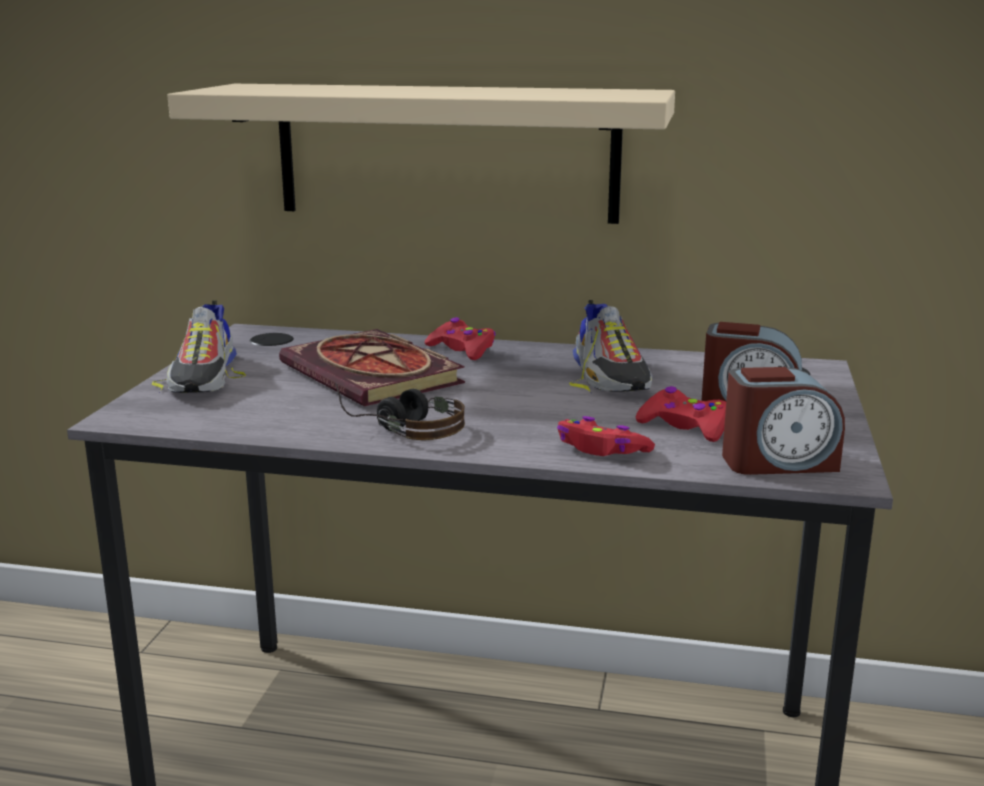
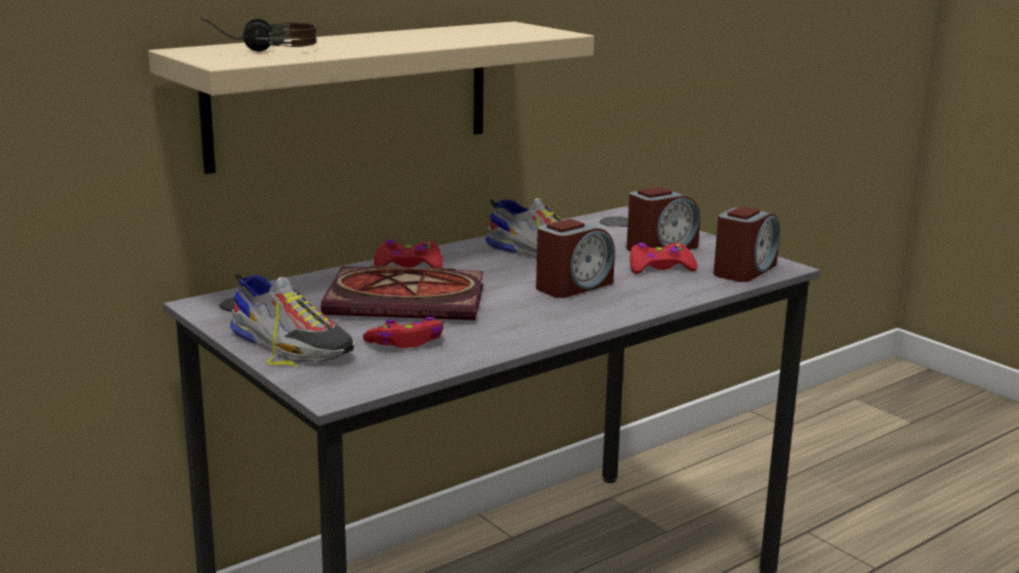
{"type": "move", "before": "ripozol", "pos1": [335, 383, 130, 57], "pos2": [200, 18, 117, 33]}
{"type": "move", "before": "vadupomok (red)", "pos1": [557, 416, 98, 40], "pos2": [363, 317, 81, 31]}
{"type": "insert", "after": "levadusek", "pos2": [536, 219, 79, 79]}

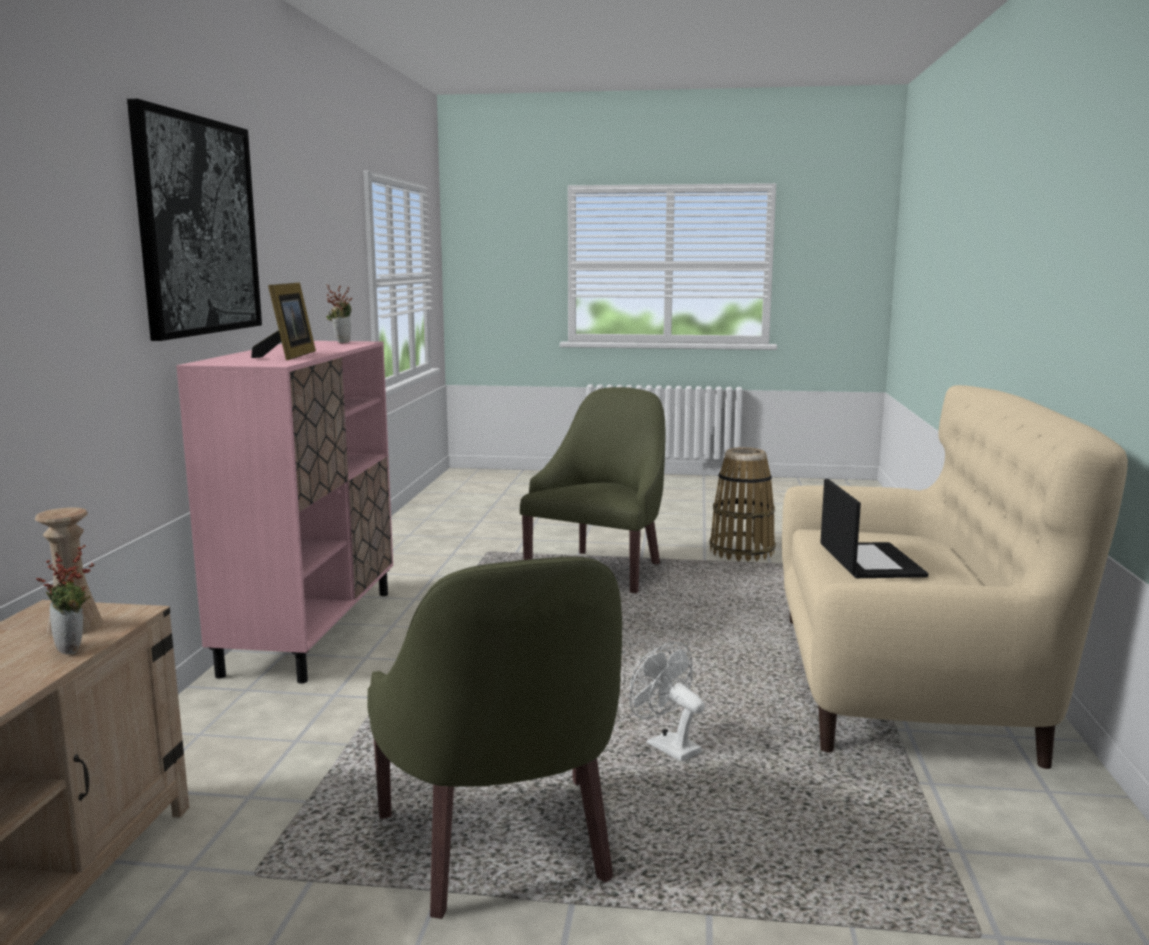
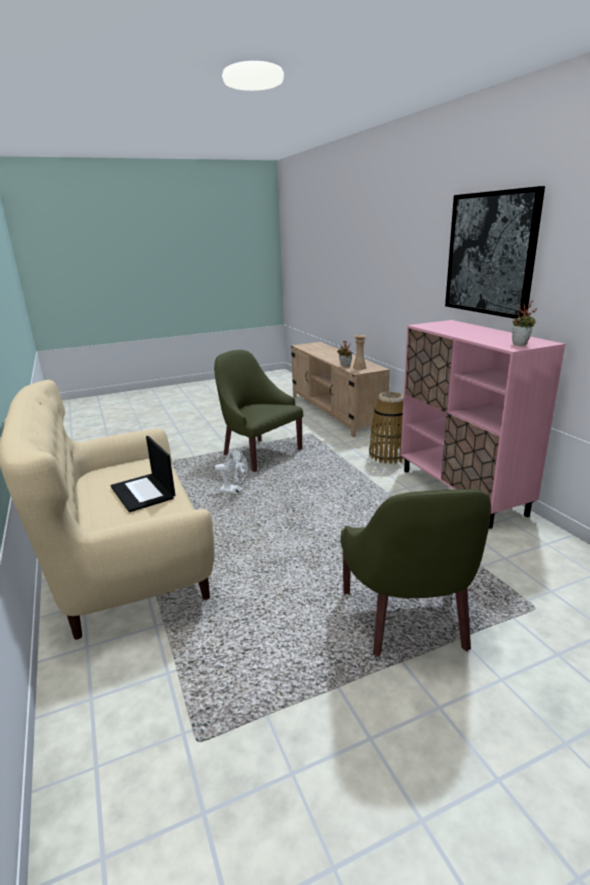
{"type": "move", "before": "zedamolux", "pos1": [710, 447, 65, 115], "pos2": [369, 392, 36, 72]}
{"type": "delete", "before": "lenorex", "pos1": [251, 283, 65, 78]}

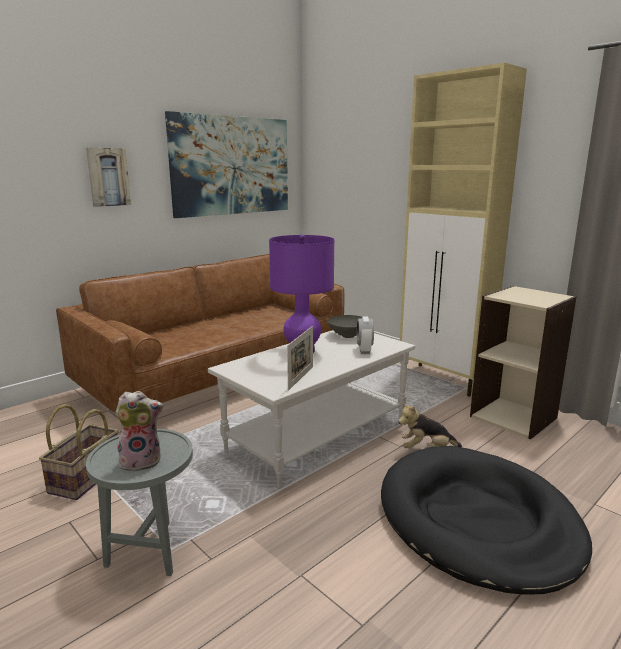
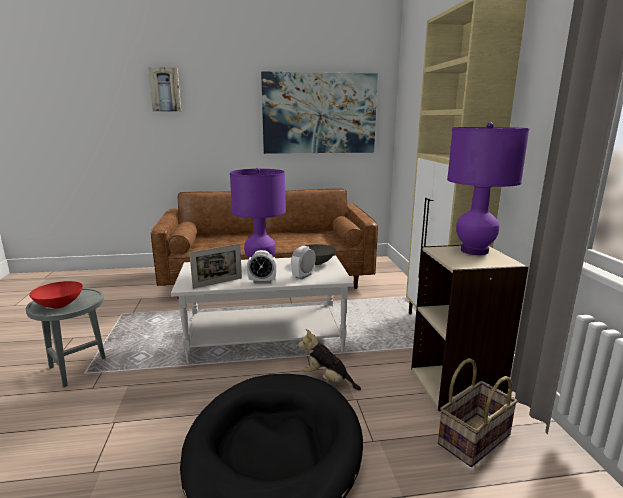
{"type": "replace", "before": "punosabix", "after": "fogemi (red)", "pos1": [115, 391, 48, 81], "pos2": [29, 281, 54, 28]}
{"type": "move", "before": "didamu", "pos1": [86, 148, 45, 59], "pos2": [148, 67, 33, 45]}
{"type": "insert", "after": "levadusek", "pos2": [247, 250, 30, 33]}
{"type": "move", "before": "zedamolux", "pos1": [39, 404, 80, 96], "pos2": [438, 358, 80, 109]}
{"type": "insert", "after": "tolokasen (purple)", "pos2": [447, 122, 83, 133]}

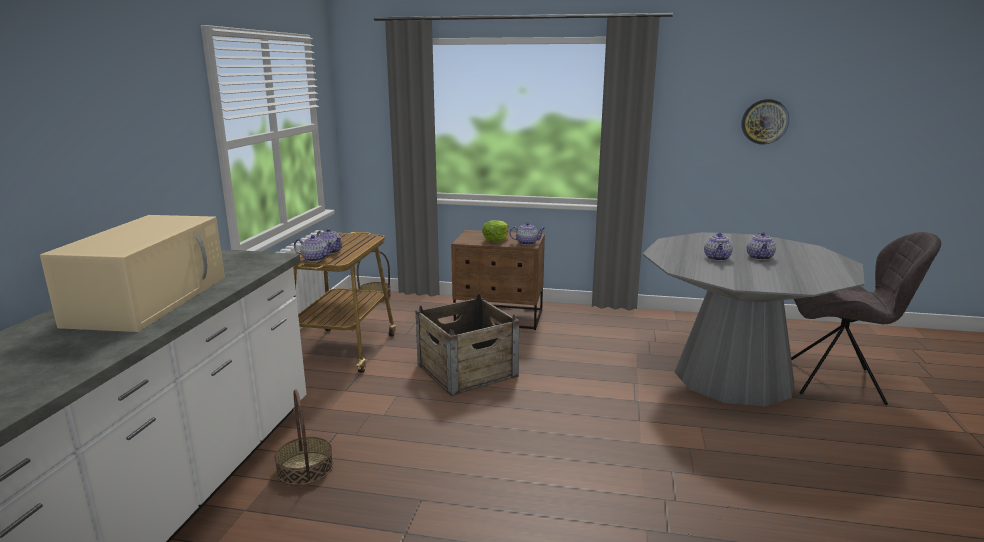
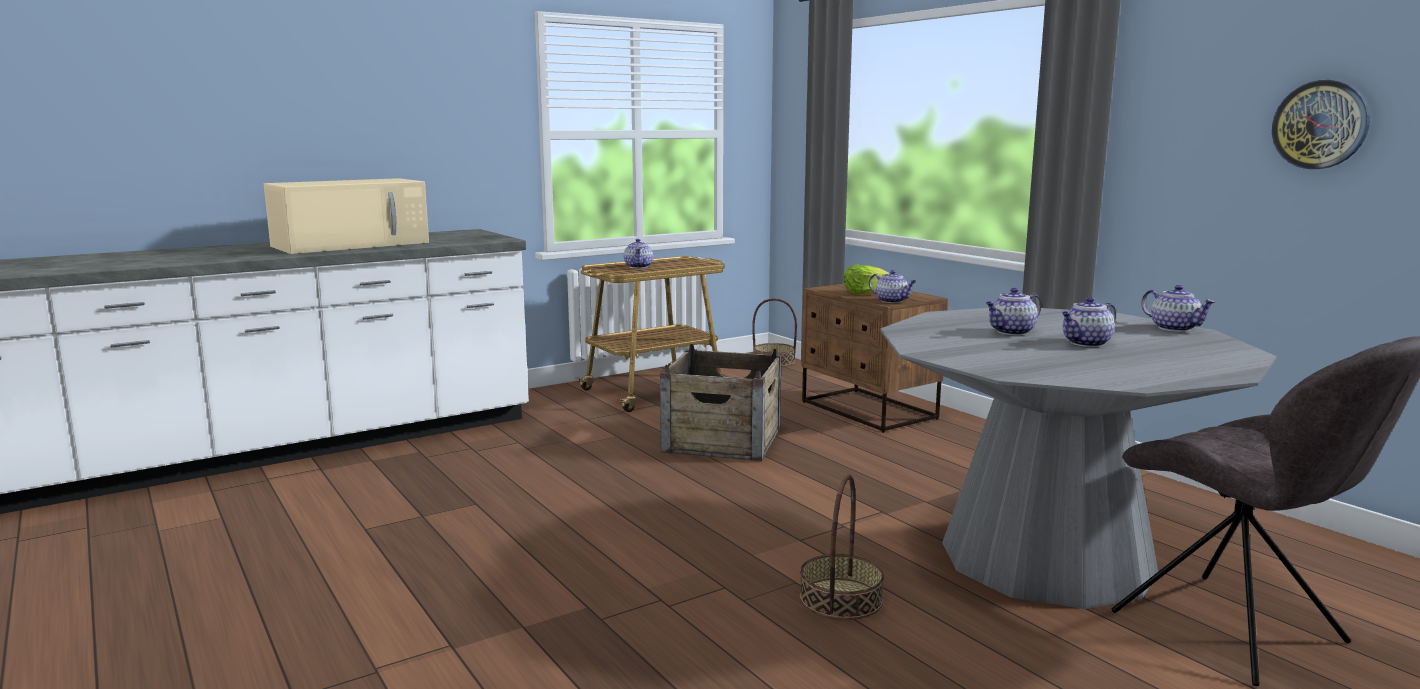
{"type": "move", "before": "zedamolux", "pos1": [274, 389, 59, 97], "pos2": [800, 475, 84, 145]}
{"type": "move", "before": "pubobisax", "pos1": [294, 235, 40, 27], "pos2": [1141, 285, 75, 47]}

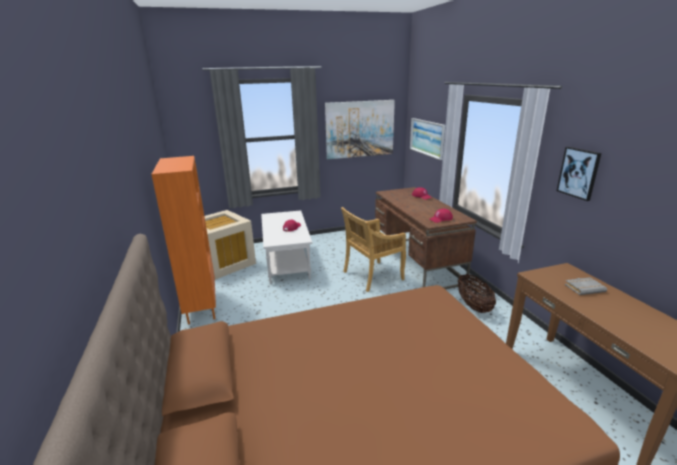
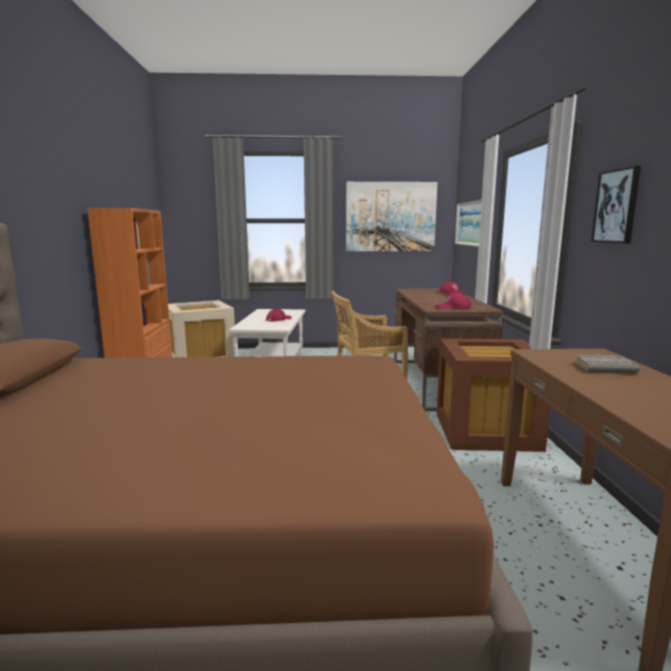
{"type": "replace", "before": "zedamolux", "after": "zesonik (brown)", "pos1": [458, 274, 38, 39], "pos2": [436, 338, 115, 114]}

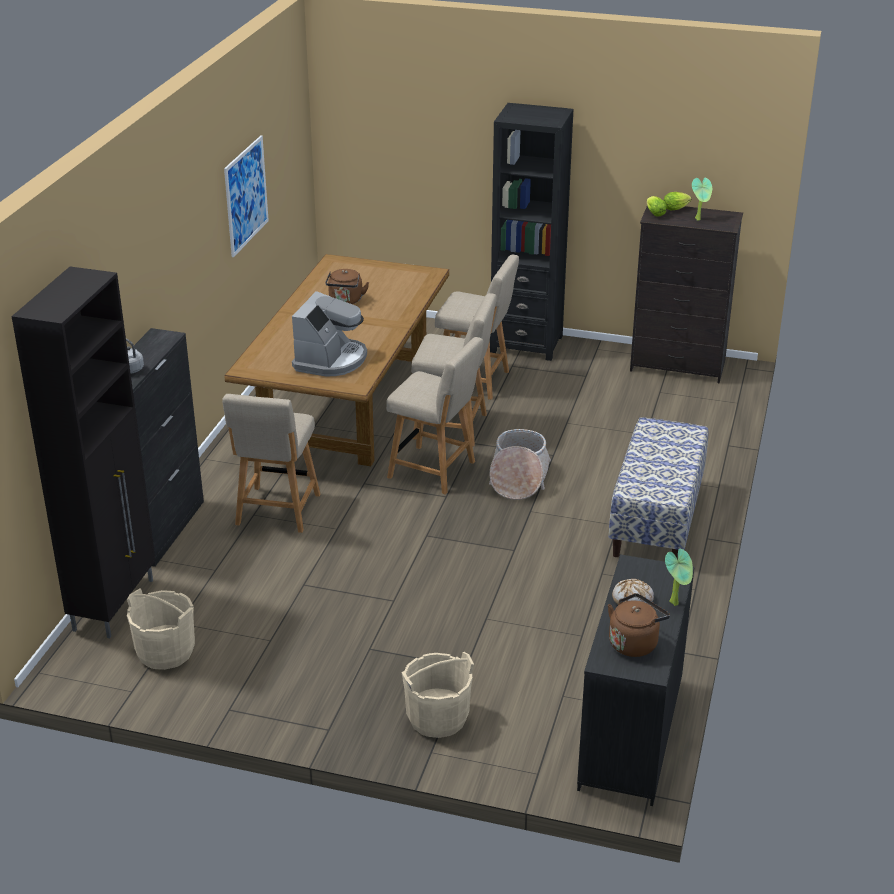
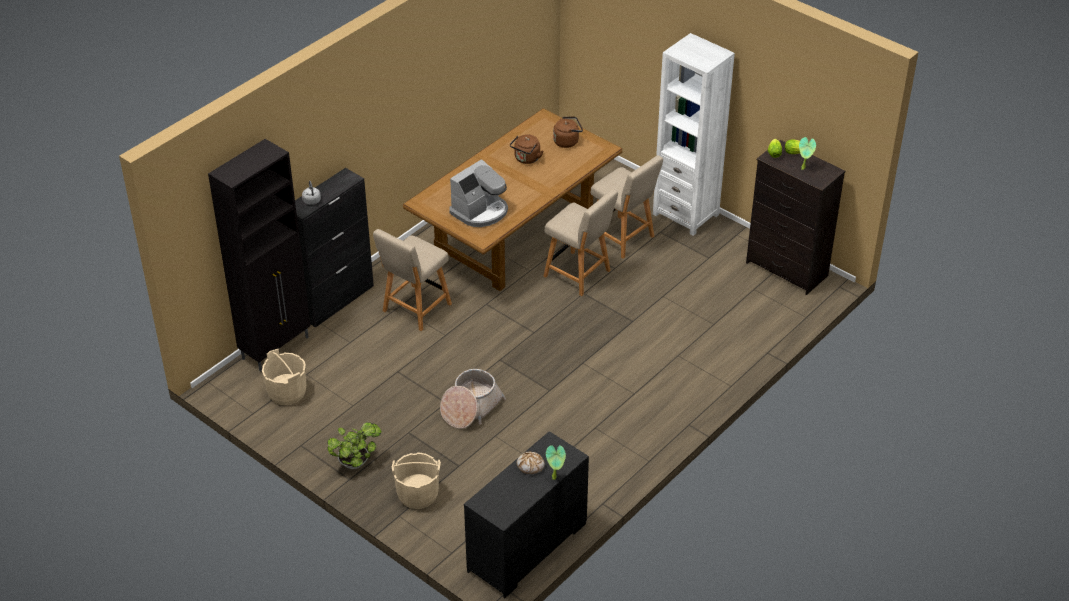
{"type": "insert", "after": "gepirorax", "pos2": [327, 422, 55, 47]}
{"type": "move", "before": "zedamolux", "pos1": [489, 429, 62, 71], "pos2": [440, 369, 66, 60]}
{"type": "move", "before": "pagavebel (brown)", "pos1": [608, 593, 62, 64], "pos2": [553, 117, 30, 31]}
{"type": "recolor", "before": "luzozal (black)", "after": "luzozal (white)", "pos1": [490, 103, 83, 258], "pos2": [653, 33, 82, 203]}
{"type": "delete", "before": "didamu", "pos1": [224, 135, 45, 122]}
{"type": "delete", "before": "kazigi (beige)", "pos1": [386, 337, 98, 158]}
{"type": "delete", "before": "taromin", "pos1": [608, 417, 100, 142]}

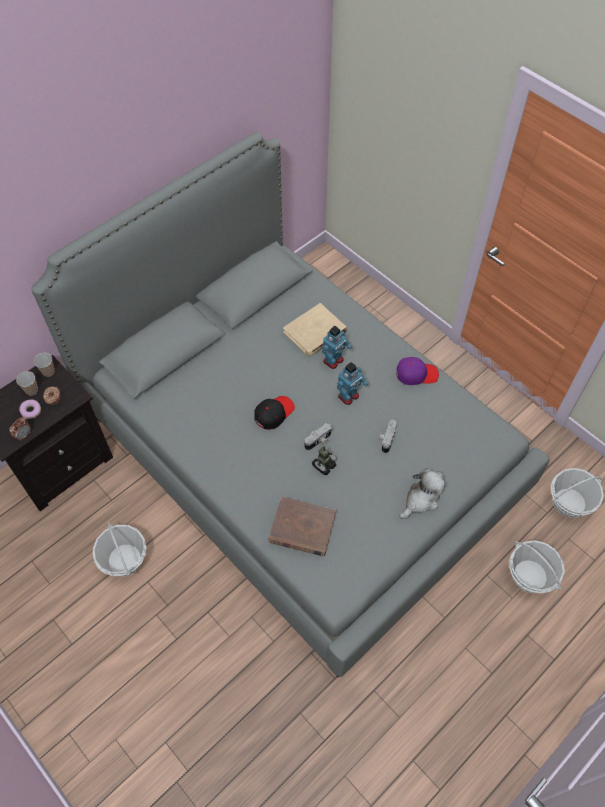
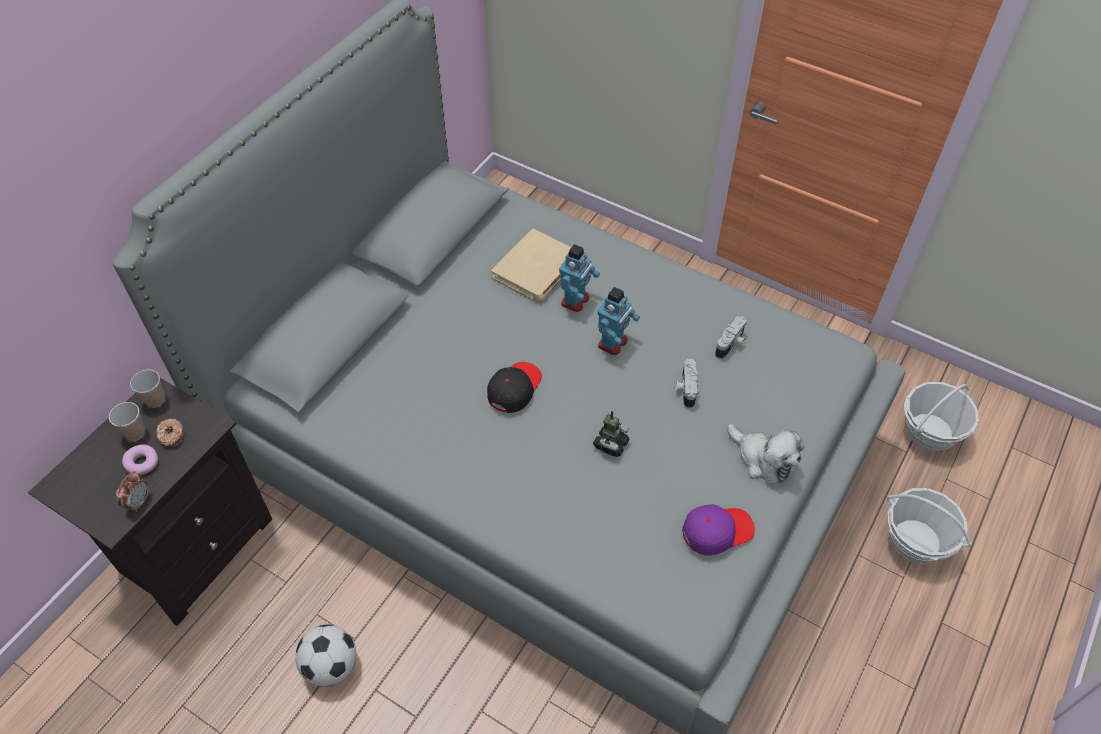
{"type": "replace", "before": "zedamolux", "after": "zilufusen", "pos1": [93, 522, 53, 55], "pos2": [295, 625, 61, 62]}
{"type": "move", "before": "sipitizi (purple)", "pos1": [396, 357, 43, 28], "pos2": [682, 504, 73, 51]}
{"type": "move", "before": "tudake", "pos1": [305, 423, 27, 27], "pos2": [715, 316, 32, 43]}
{"type": "rotate", "before": "punosabix", "pos1": [399, 468, 47, 51], "pos2": [727, 424, 77, 60], "turn": 105}
{"type": "delete", "before": "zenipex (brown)", "pos1": [269, 497, 67, 59]}

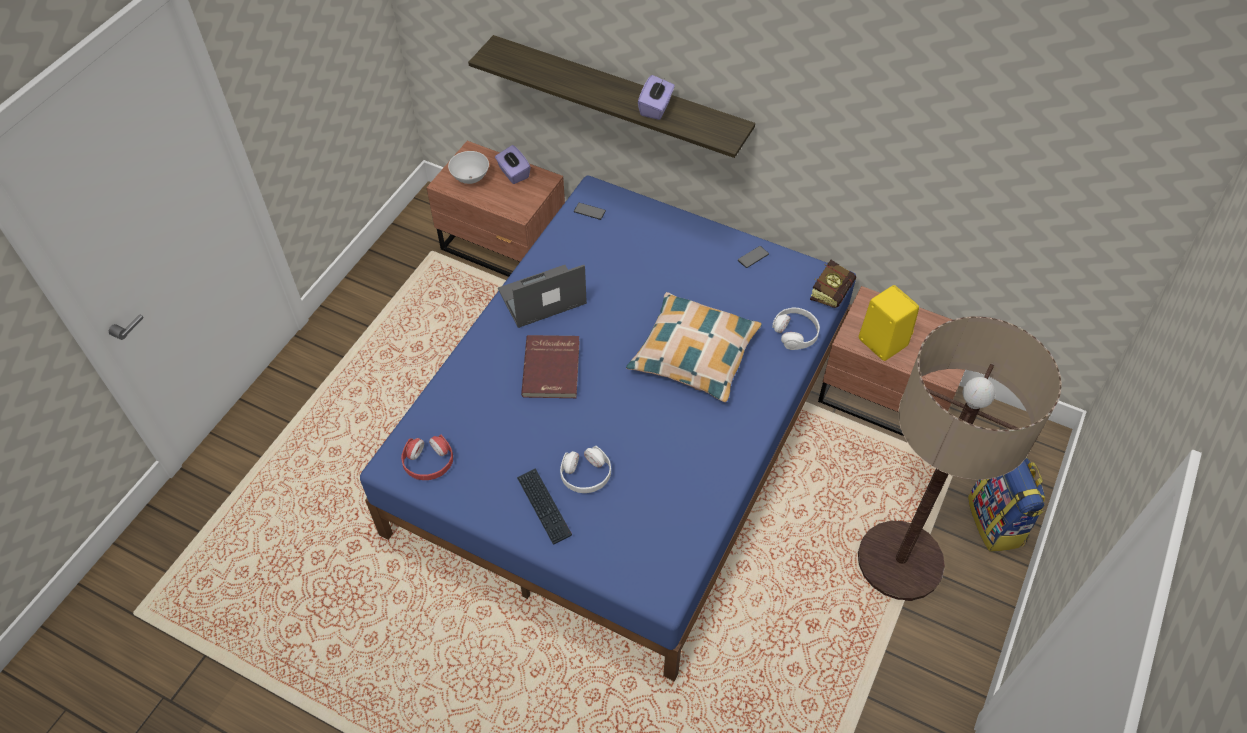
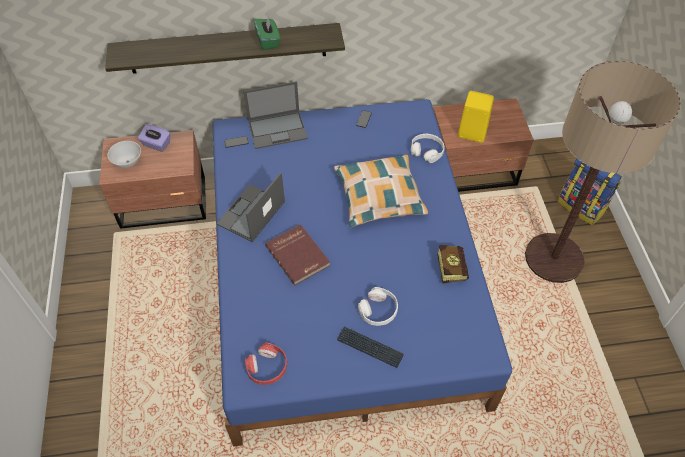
{"type": "insert", "after": "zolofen", "pos2": [243, 82, 65, 67]}
{"type": "recolor", "before": "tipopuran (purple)", "after": "tipopuran (green)", "pos1": [638, 75, 37, 45], "pos2": [254, 18, 26, 32]}
{"type": "move", "before": "zenipex", "pos1": [810, 260, 46, 48], "pos2": [437, 245, 32, 39]}

